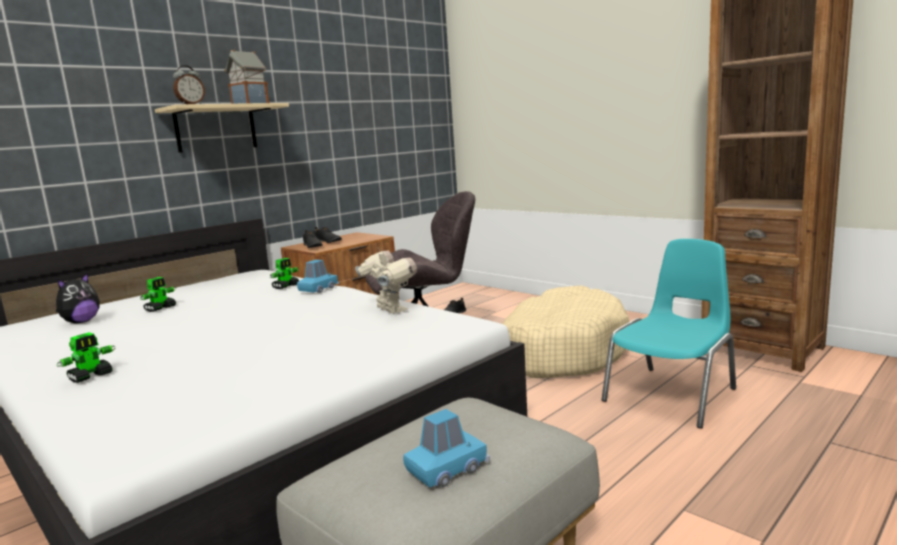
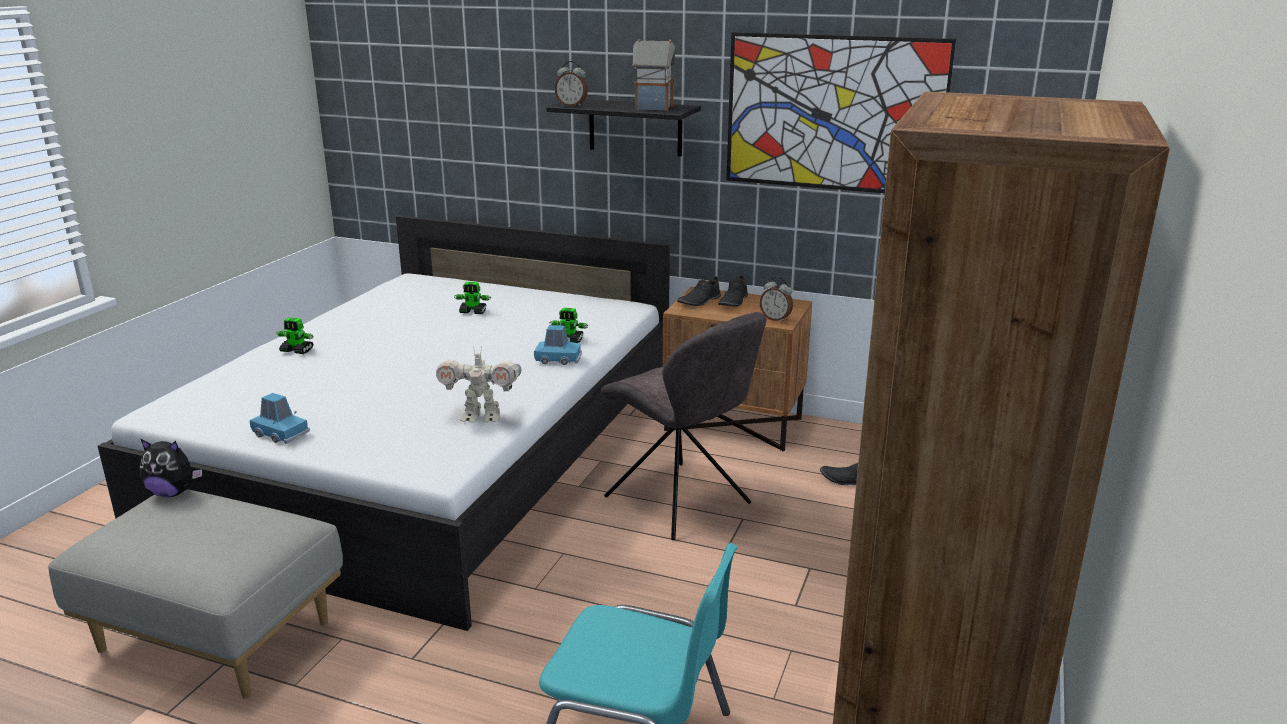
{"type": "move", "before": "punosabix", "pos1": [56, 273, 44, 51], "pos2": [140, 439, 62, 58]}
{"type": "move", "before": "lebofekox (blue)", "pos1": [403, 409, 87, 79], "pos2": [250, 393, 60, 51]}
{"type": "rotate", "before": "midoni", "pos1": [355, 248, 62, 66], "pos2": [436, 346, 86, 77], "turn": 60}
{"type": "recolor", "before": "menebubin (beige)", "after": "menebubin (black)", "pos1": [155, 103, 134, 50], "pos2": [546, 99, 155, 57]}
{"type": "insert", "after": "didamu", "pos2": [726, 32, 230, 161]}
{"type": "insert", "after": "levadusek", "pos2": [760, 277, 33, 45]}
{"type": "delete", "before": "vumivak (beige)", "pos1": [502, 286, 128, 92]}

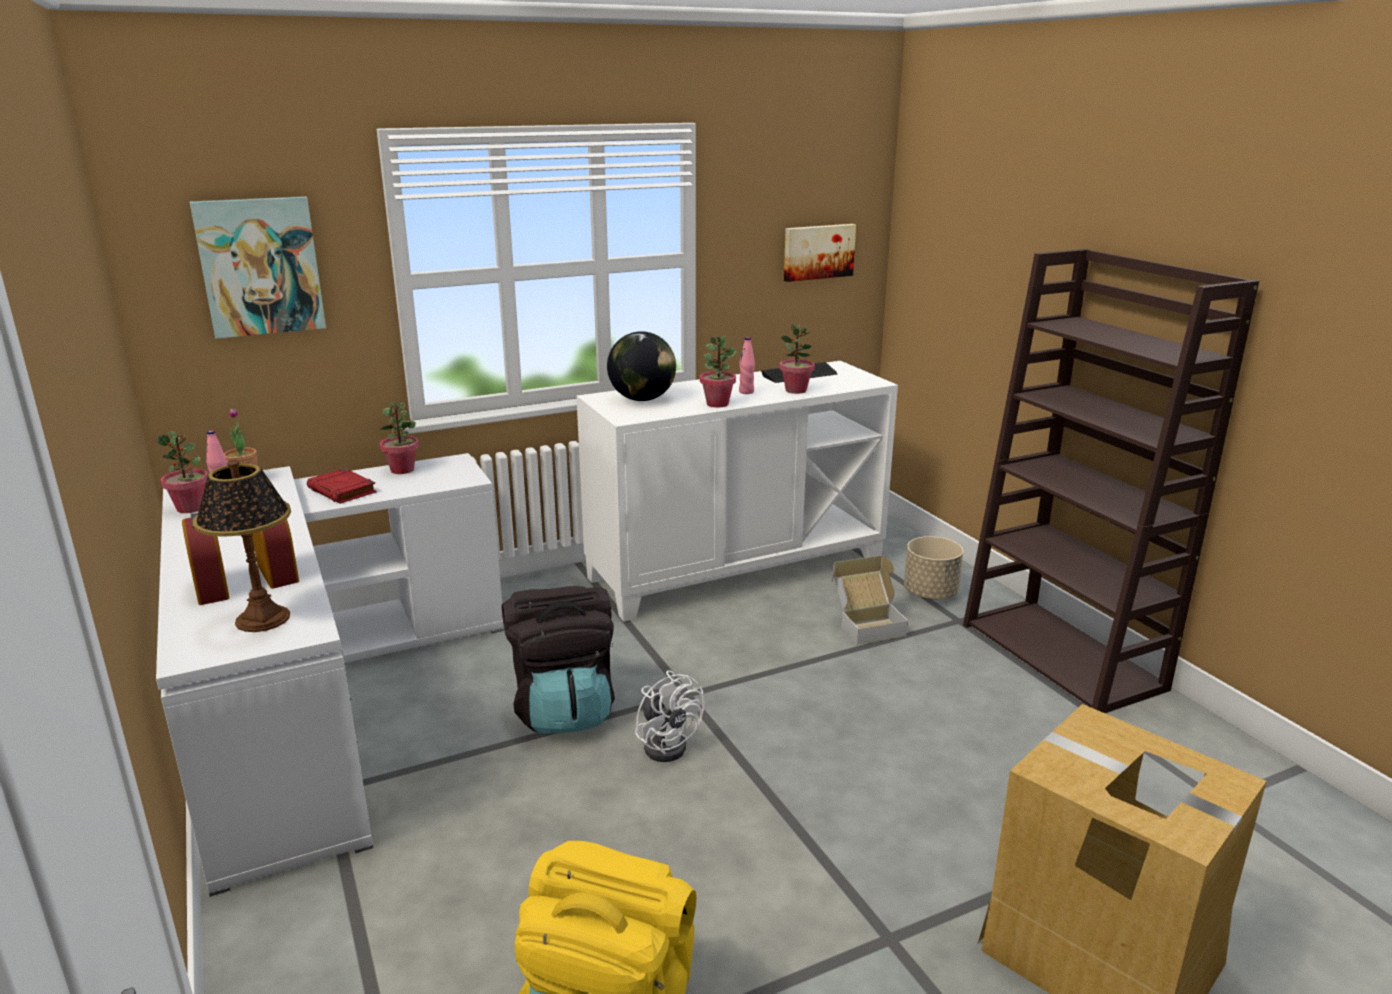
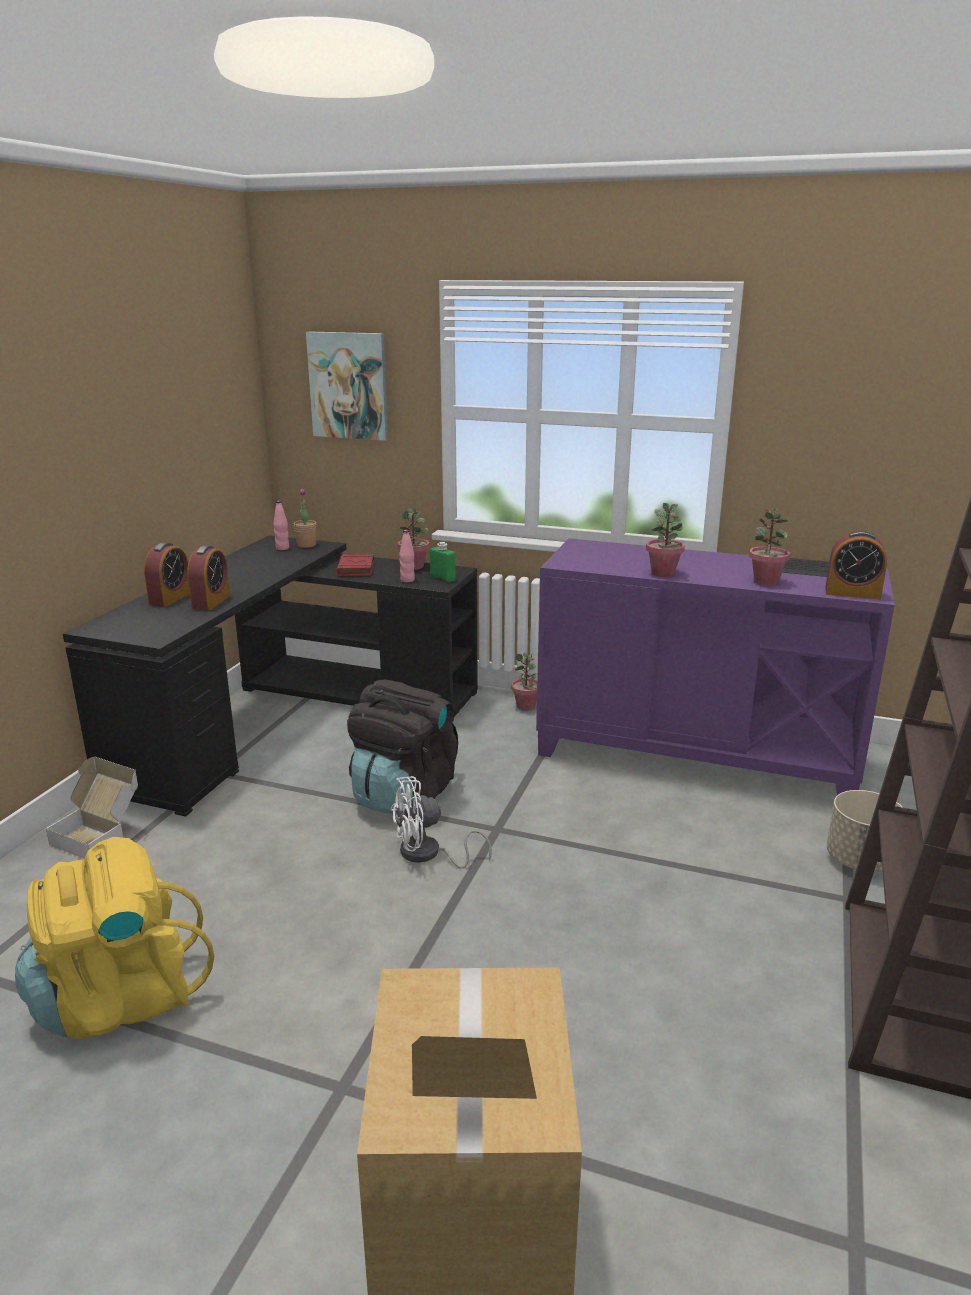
{"type": "move", "before": "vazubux", "pos1": [832, 555, 76, 90], "pos2": [46, 756, 92, 103]}
{"type": "recolor", "before": "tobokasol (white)", "after": "tobokasol (black)", "pos1": [156, 453, 348, 444], "pos2": [63, 535, 415, 282]}
{"type": "rotate", "before": "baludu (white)", "pos1": [635, 670, 70, 92], "pos2": [391, 776, 101, 93], "turn": 60}
{"type": "move", "before": "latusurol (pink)", "pos1": [739, 337, 16, 57], "pos2": [399, 530, 16, 52]}
{"type": "insert", "after": "latusurol (green)", "pos2": [430, 542, 26, 40]}
{"type": "move", "before": "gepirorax", "pos1": [158, 431, 50, 82], "pos2": [511, 652, 26, 59]}
{"type": "recolor", "before": "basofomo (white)", "after": "basofomo (purple)", "pos1": [576, 361, 322, 261], "pos2": [536, 538, 359, 257]}
{"type": "insert", "after": "levadusek", "pos2": [825, 531, 62, 68]}
{"type": "delete", "before": "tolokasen", "pos1": [193, 459, 98, 173]}
{"type": "delete", "before": "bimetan", "pos1": [607, 331, 69, 70]}
{"type": "delete", "before": "didamu", "pos1": [784, 224, 72, 58]}

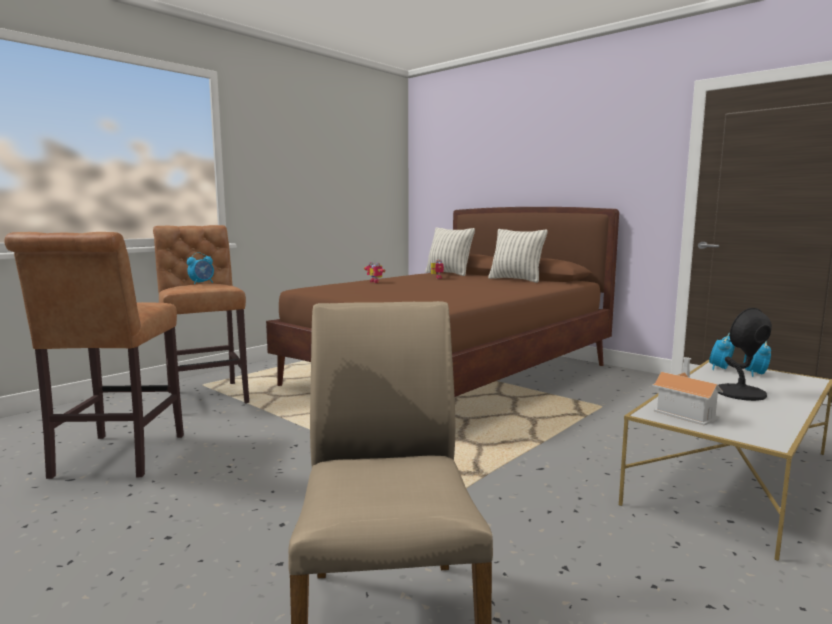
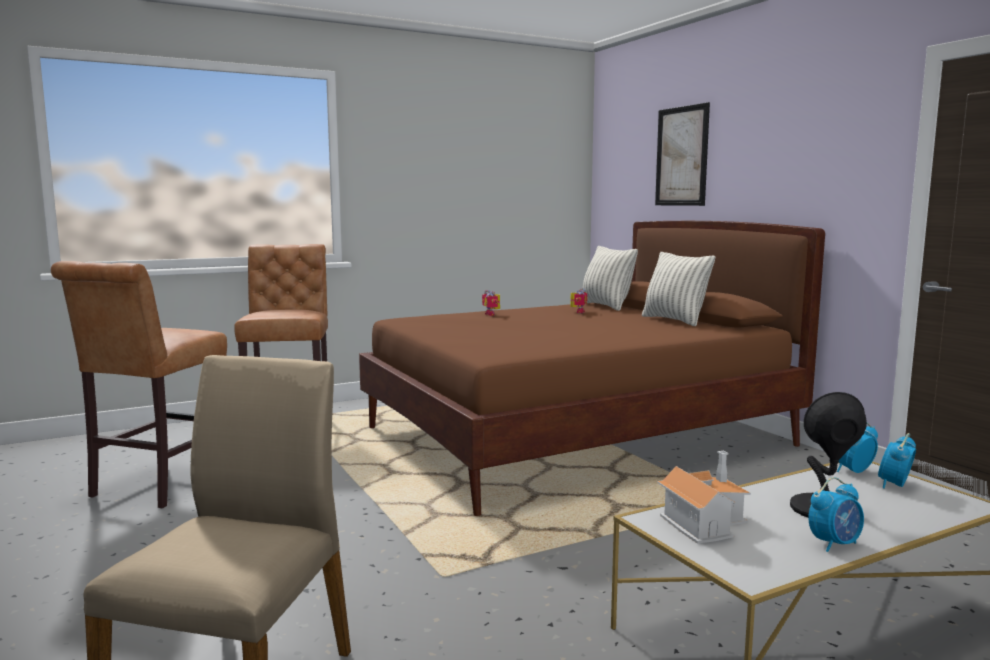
{"type": "insert", "after": "didamu", "pos2": [655, 102, 55, 104]}
{"type": "move", "before": "levadusek", "pos1": [187, 252, 27, 33], "pos2": [809, 477, 55, 75]}

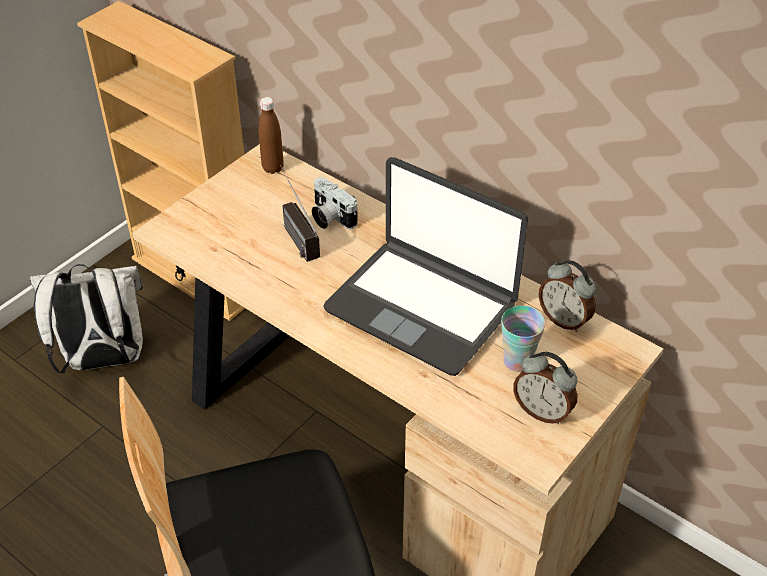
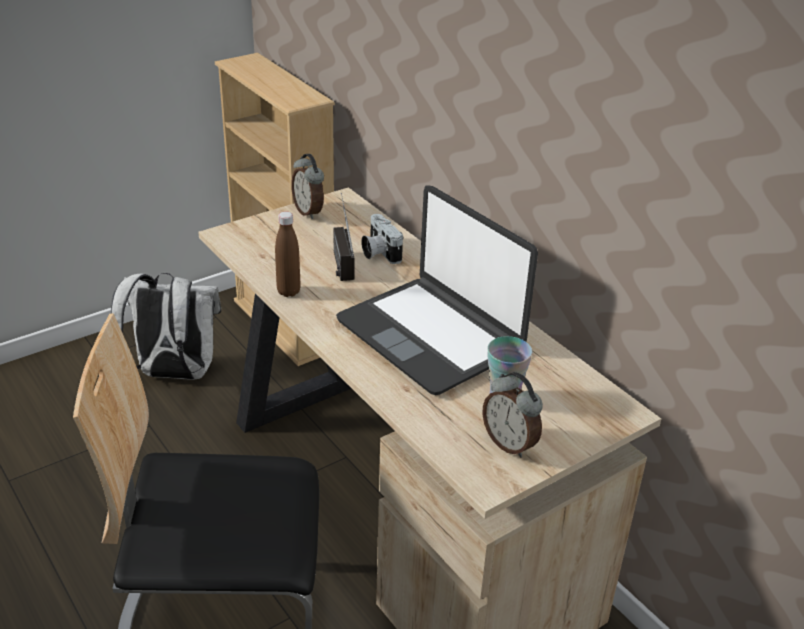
{"type": "move", "before": "latusurol (brown)", "pos1": [258, 97, 26, 77], "pos2": [275, 211, 26, 86]}
{"type": "move", "before": "levadusek", "pos1": [539, 260, 57, 72], "pos2": [291, 154, 33, 65]}

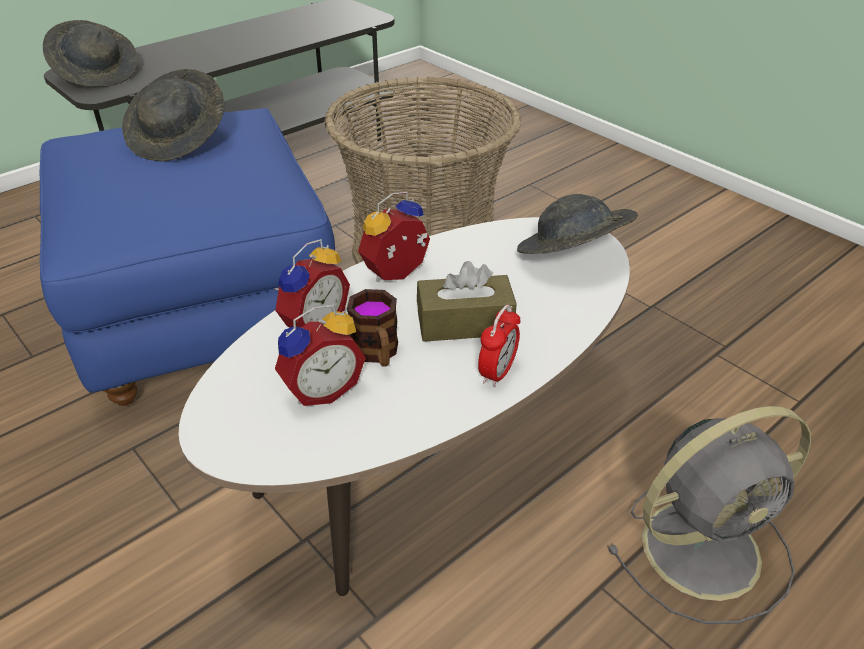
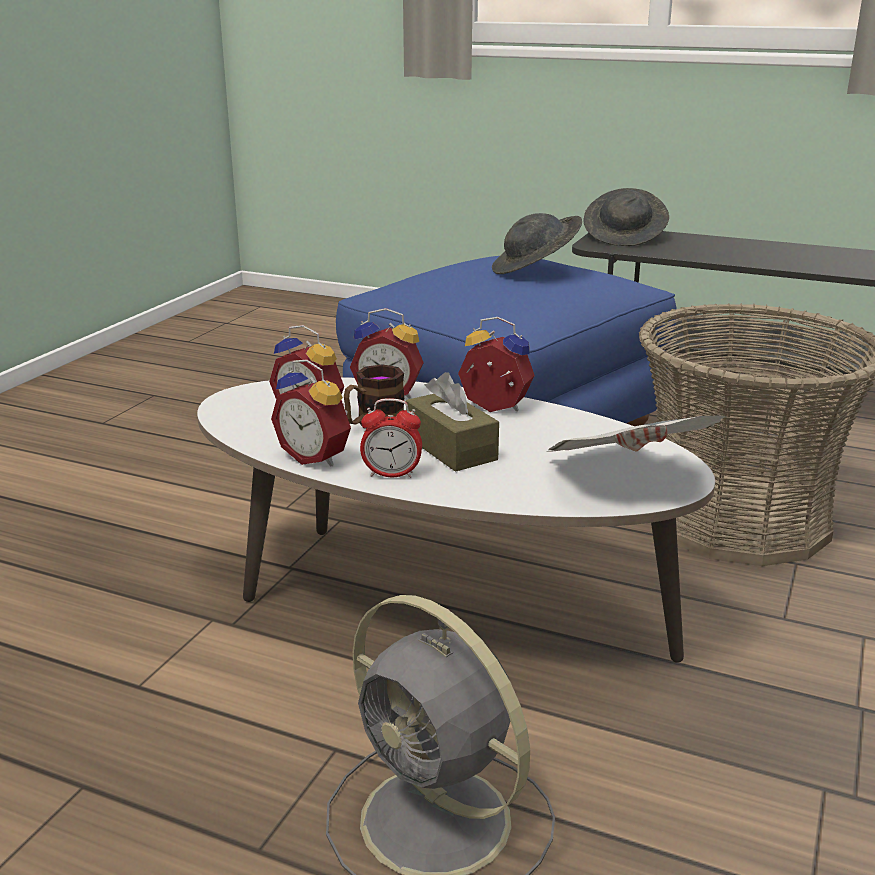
{"type": "insert", "after": "levadusek", "pos2": [271, 359, 80, 108]}
{"type": "replace", "before": "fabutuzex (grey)", "after": "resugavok", "pos1": [517, 194, 121, 60], "pos2": [548, 415, 178, 37]}

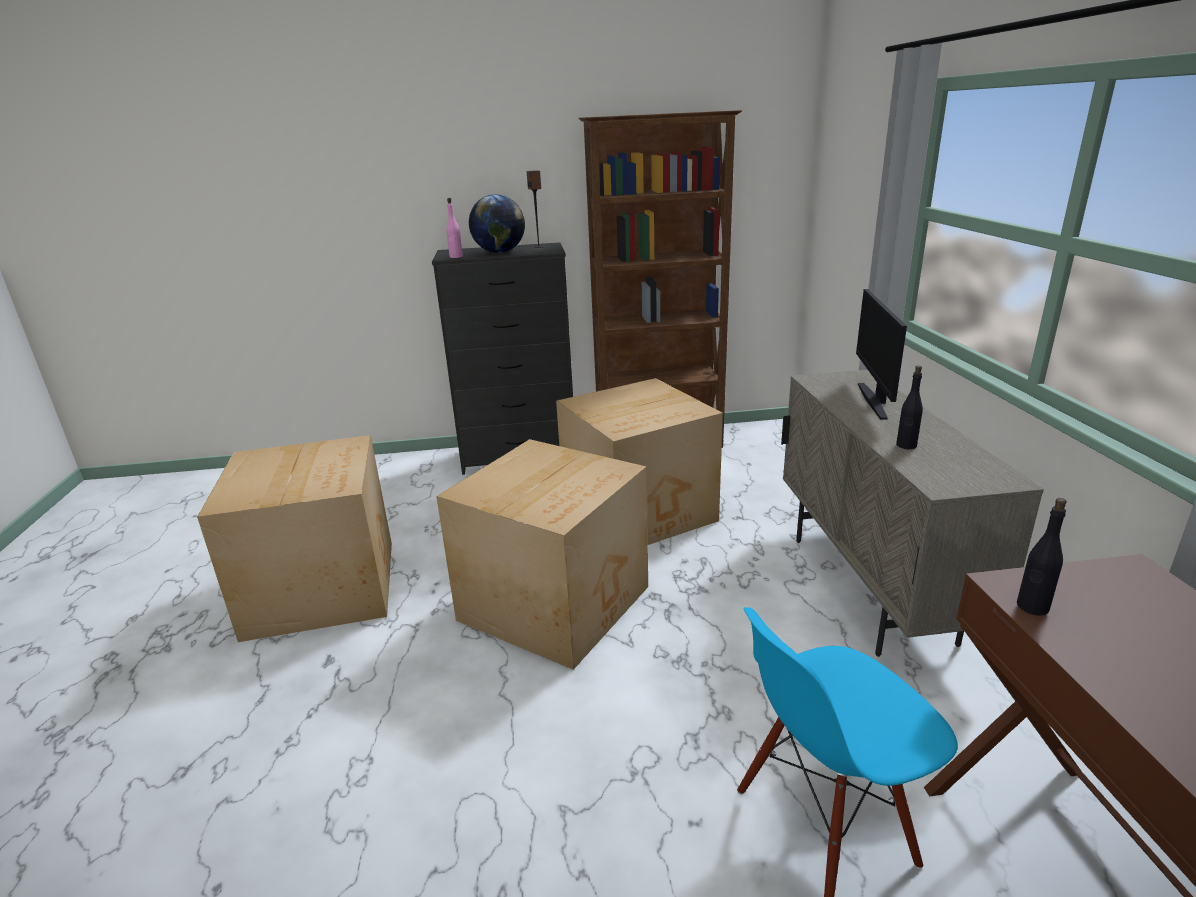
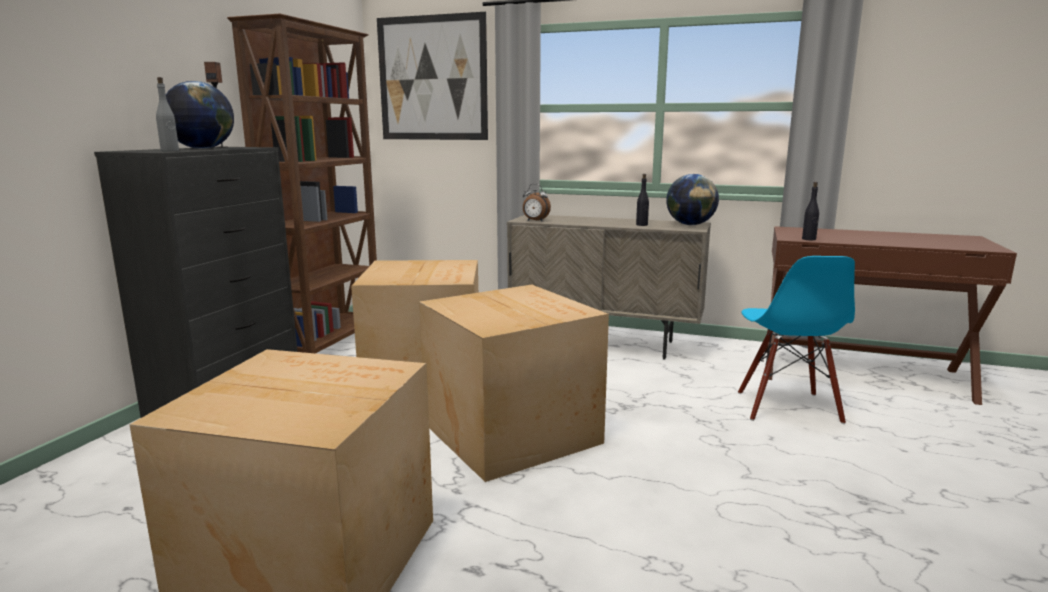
{"type": "recolor", "before": "latusurol (pink)", "after": "latusurol (grey)", "pos1": [446, 198, 17, 60], "pos2": [156, 77, 23, 74]}
{"type": "insert", "after": "didamu", "pos2": [377, 12, 111, 128]}
{"type": "insert", "after": "levadusek", "pos2": [523, 184, 28, 37]}
{"type": "insert", "after": "bimetan", "pos2": [666, 174, 53, 51]}
{"type": "delete", "before": "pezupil", "pos1": [856, 289, 51, 131]}

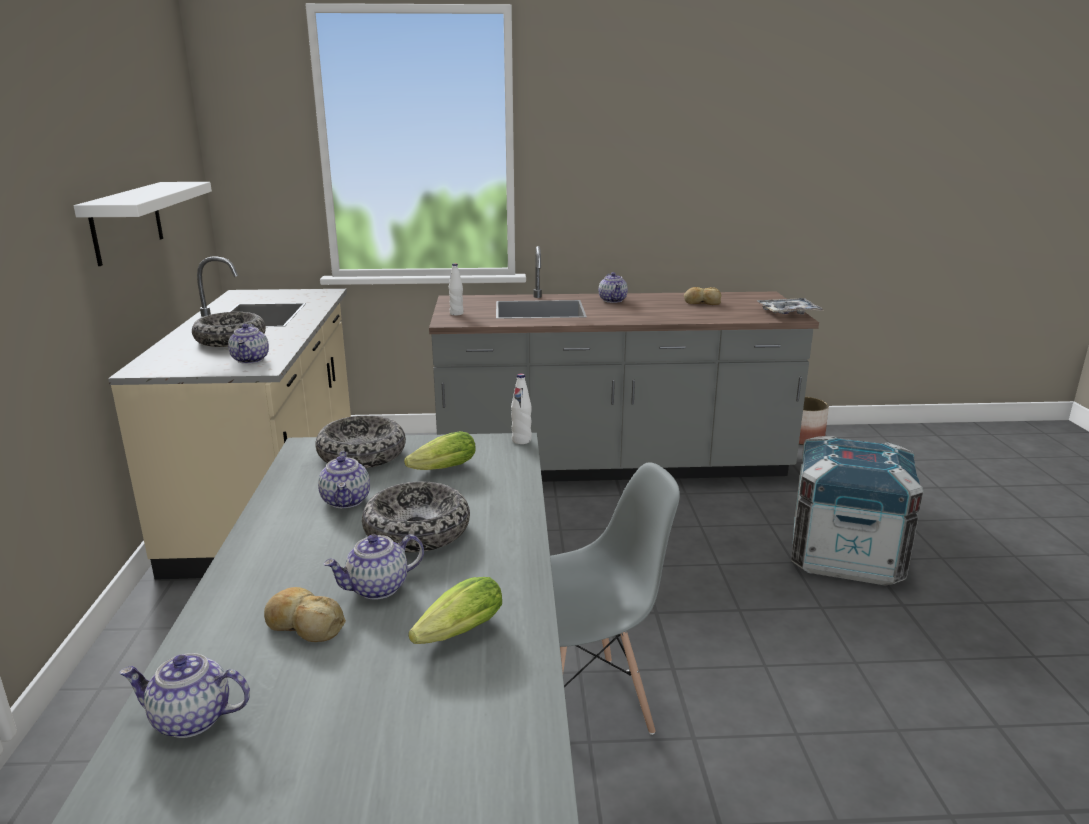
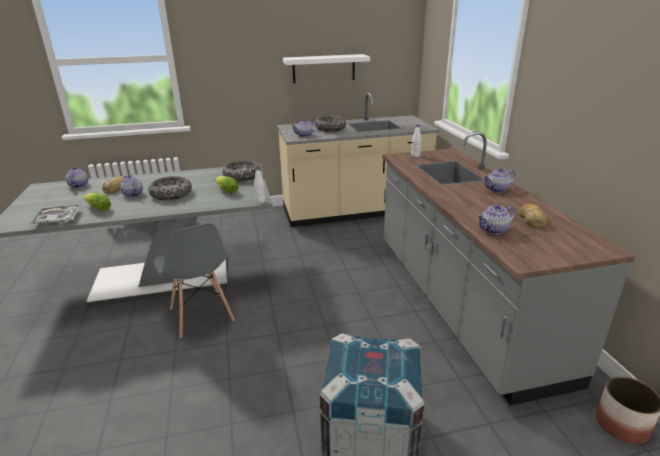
{"type": "move", "before": "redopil", "pos1": [756, 298, 68, 17], "pos2": [31, 204, 50, 20]}
{"type": "move", "before": "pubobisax", "pos1": [318, 451, 52, 57], "pos2": [477, 204, 39, 30]}

